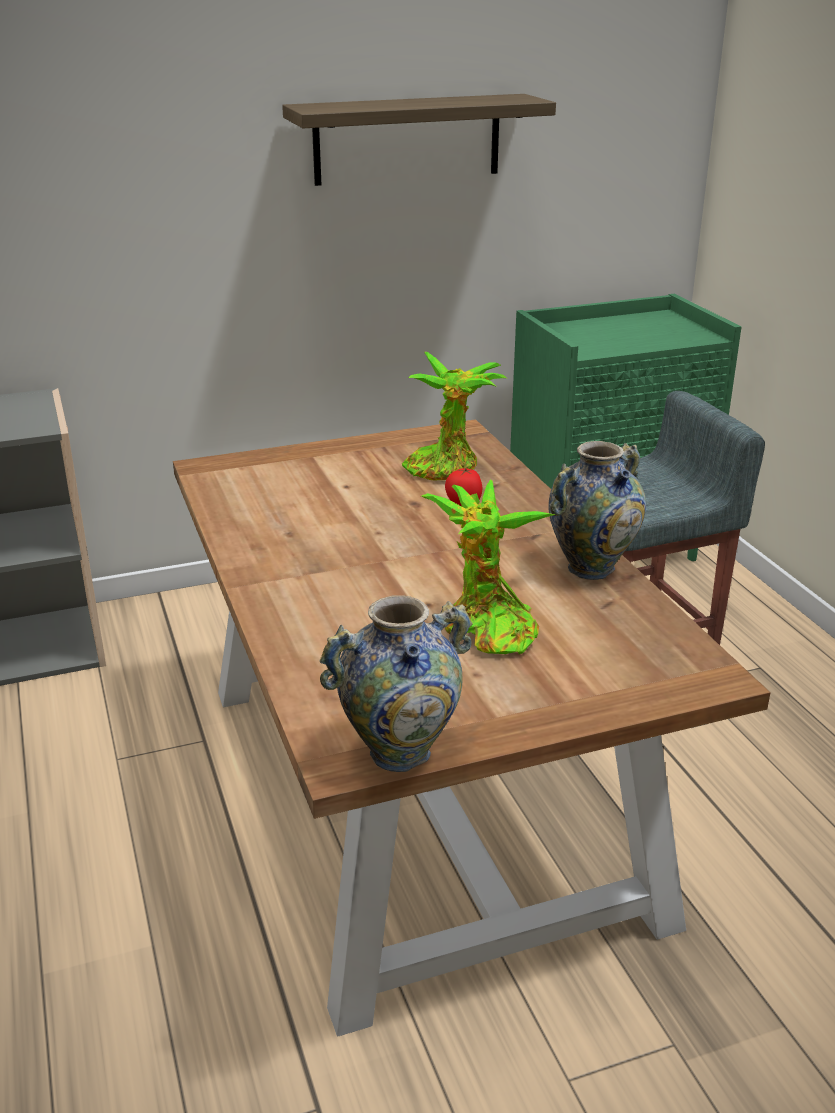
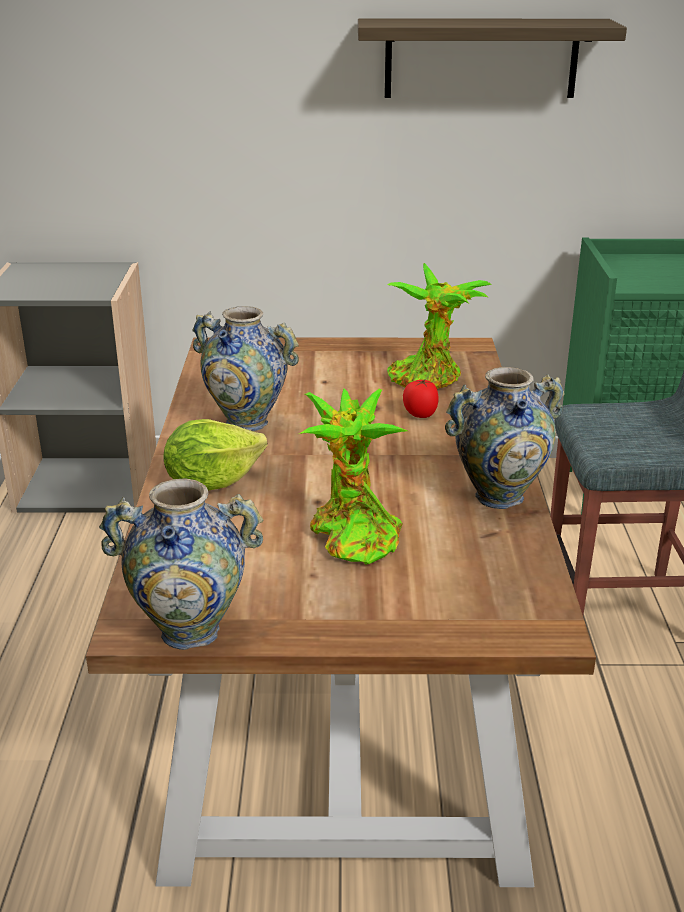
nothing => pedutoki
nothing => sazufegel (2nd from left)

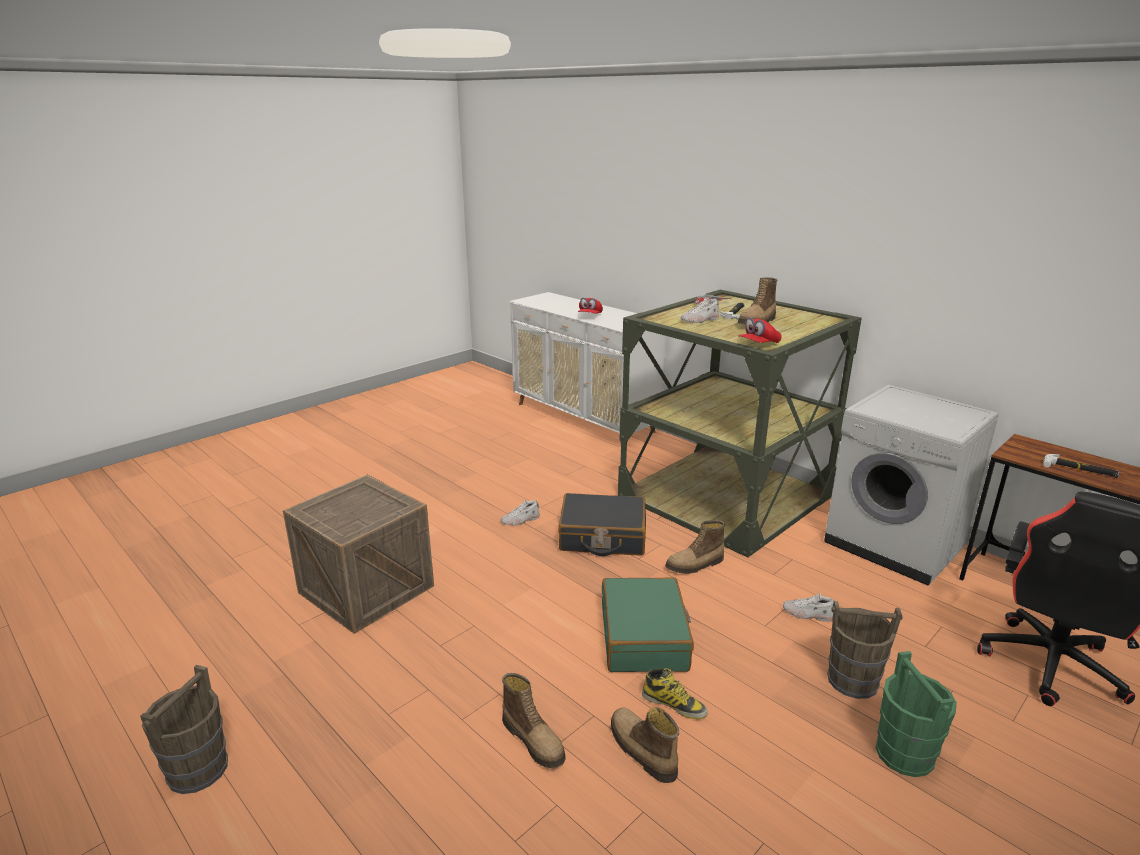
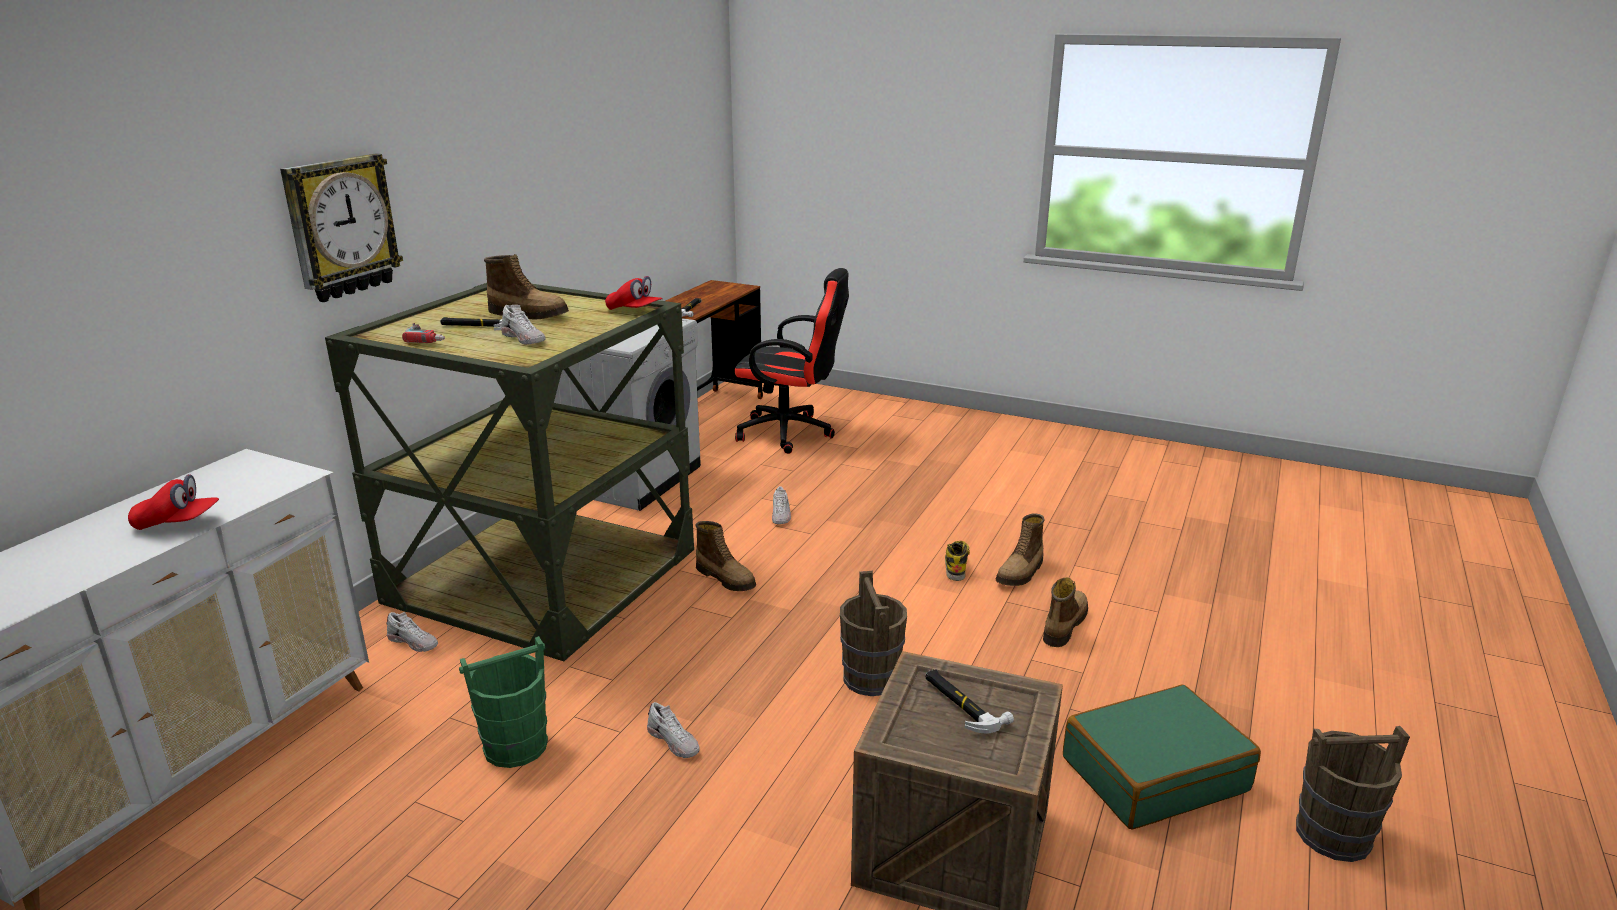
nothing => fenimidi
nothing => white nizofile (1st from left)
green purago, moved
brown purago (2nd from left in the first image) => brown purago (1st from left), moved
nothing => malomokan (3rd from left)
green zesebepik, moved
black zesebepik => nothing

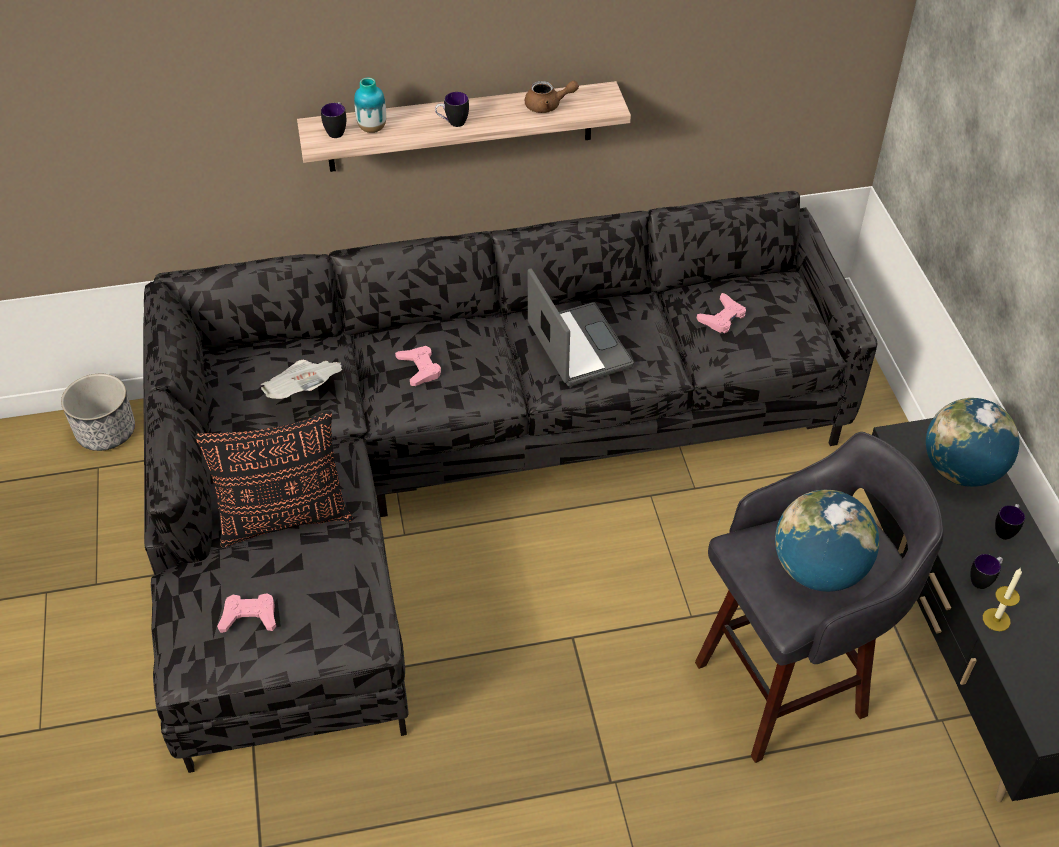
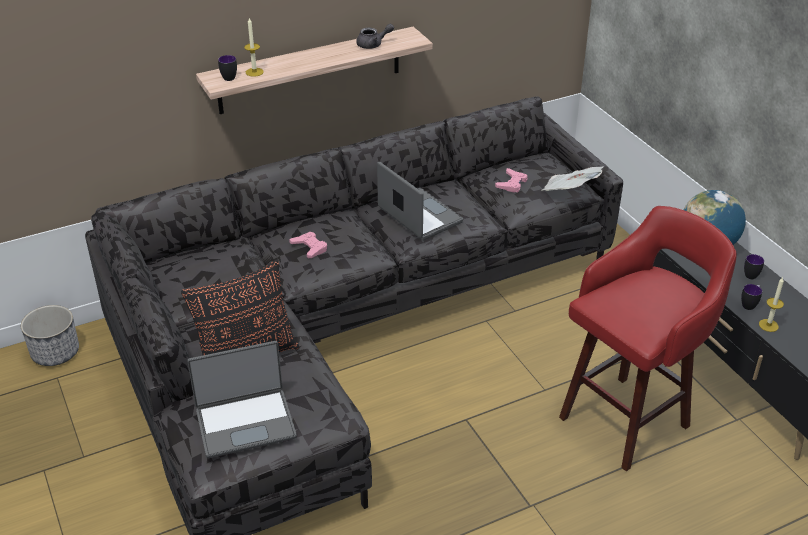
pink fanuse (1st from left) => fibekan (1st from left)
sazufegel => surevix (1st from left)
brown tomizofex => grey tomizofex
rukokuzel, moved
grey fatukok => red fatukok
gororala (2nd from left) => nothing
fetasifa (1st from left) => nothing

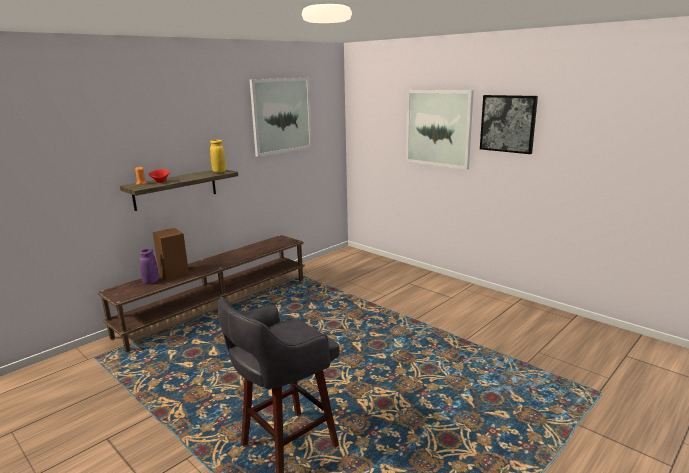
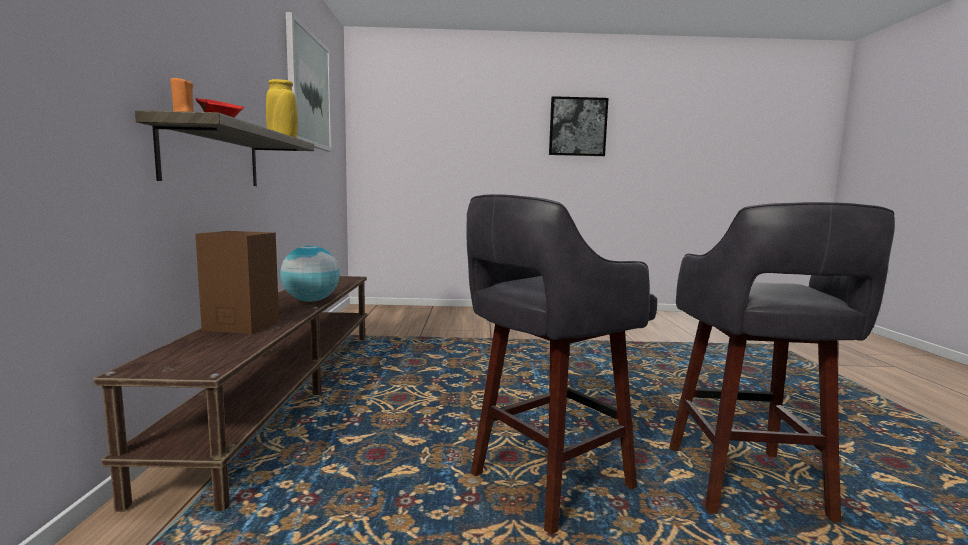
nothing => fetasifa
nothing => grey fatukok (1st from left)
purple sazufegel => nothing
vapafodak (2nd from left) => nothing

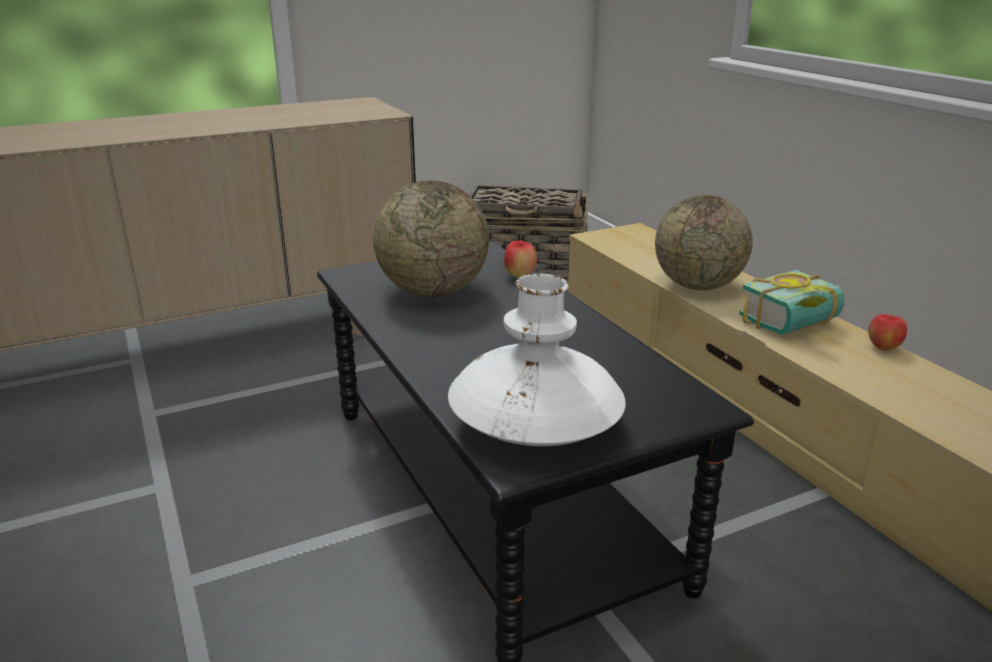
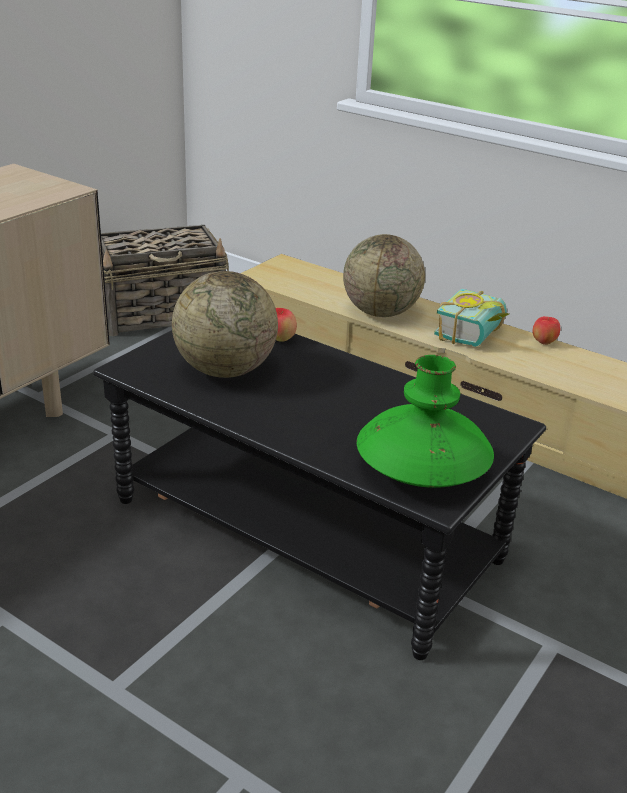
white sazufegel => green sazufegel

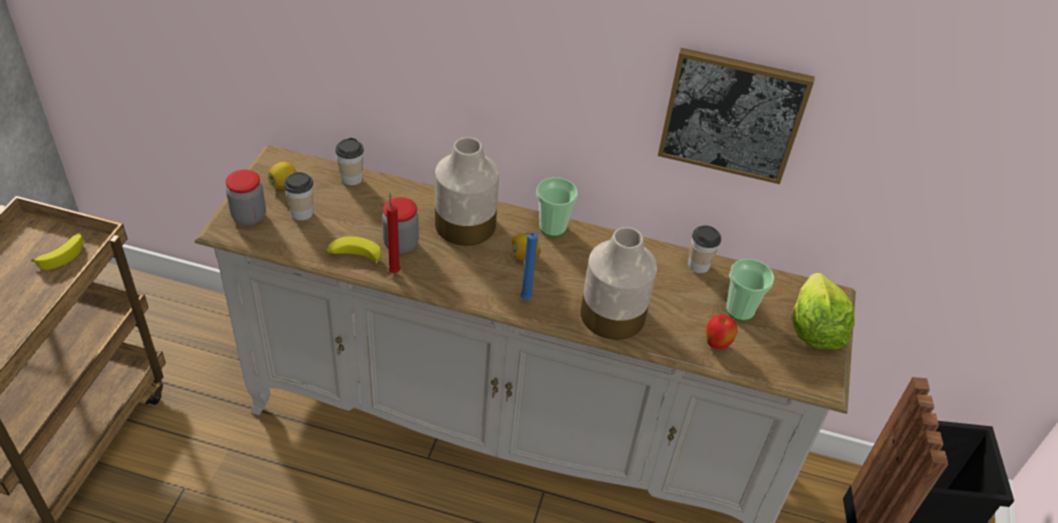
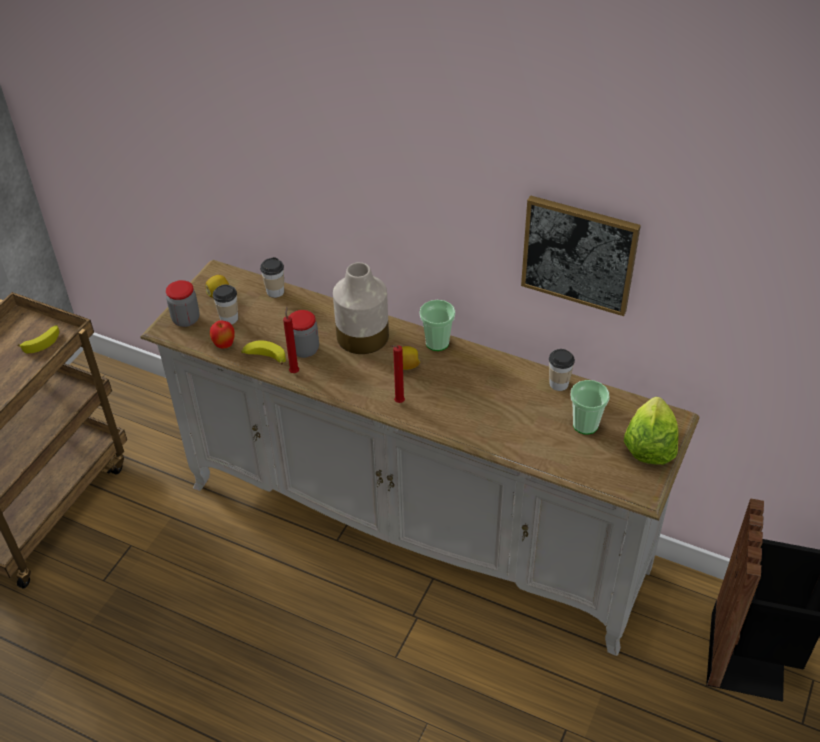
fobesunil, moved
blue surevix => red surevix (2nd from left)
beige sazufegel (2nd from left) => nothing

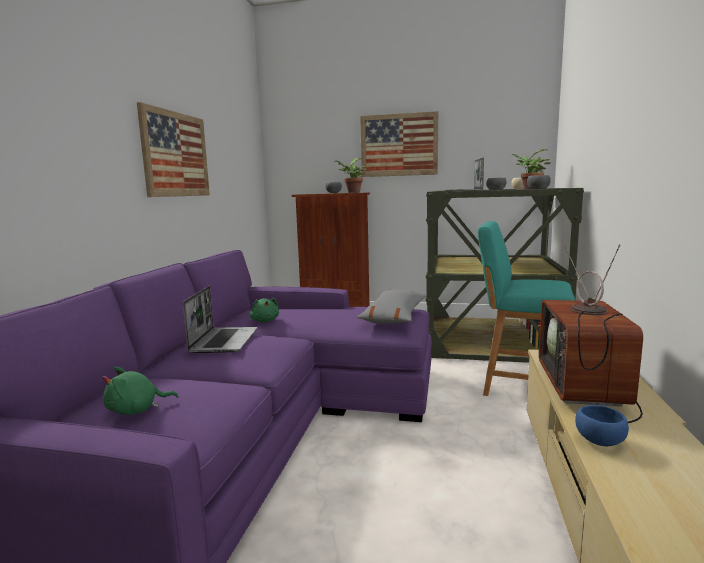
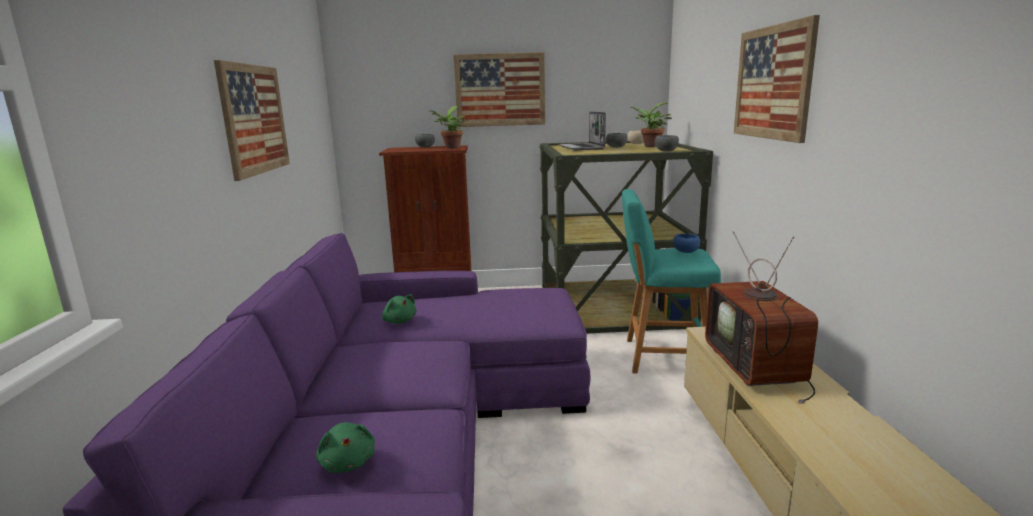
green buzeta (1st from left), 75 degrees counterclockwise
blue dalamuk, moved
nothing => vapafodak (3rd from left)
fibekan (1st from left) => nothing
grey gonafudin => nothing

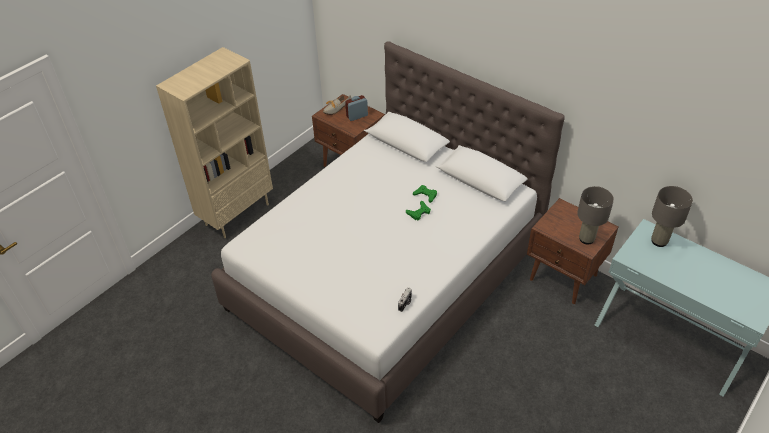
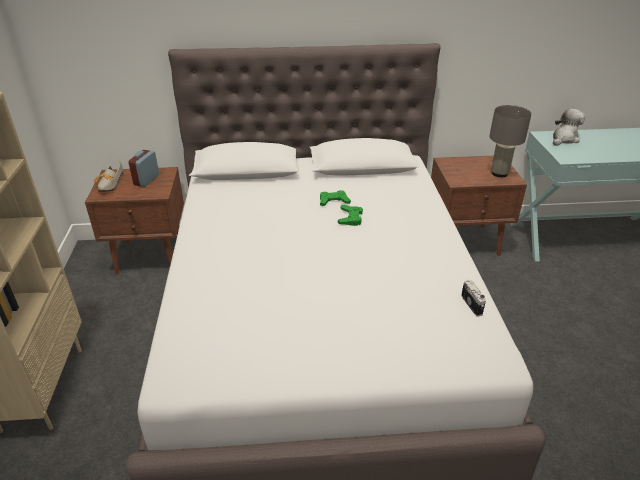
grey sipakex (2nd from left) => buzeta

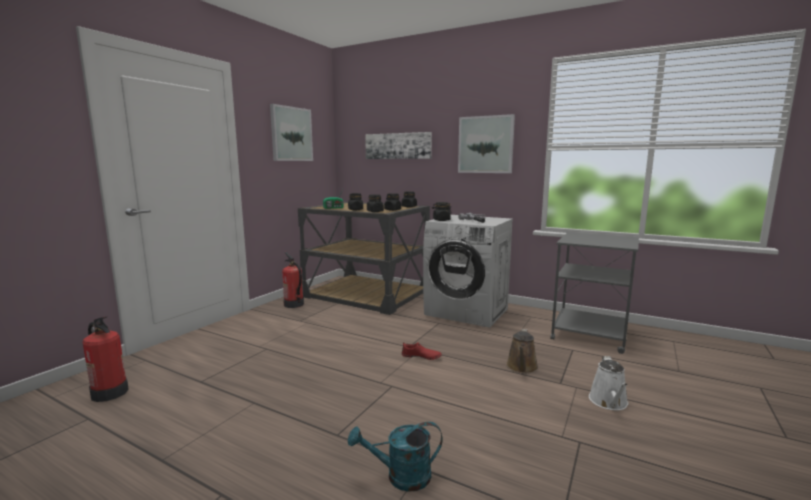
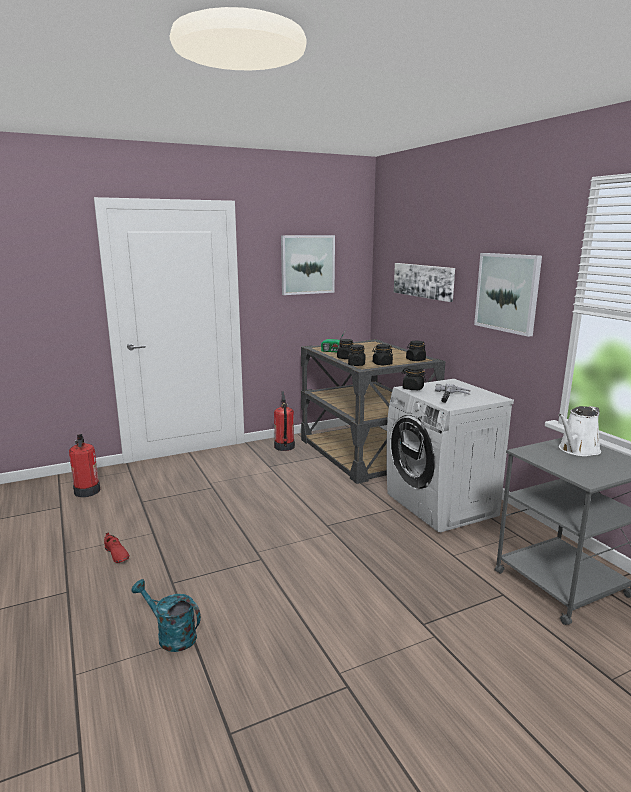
red nizofile, moved
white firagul, moved
brown firagul => nothing

